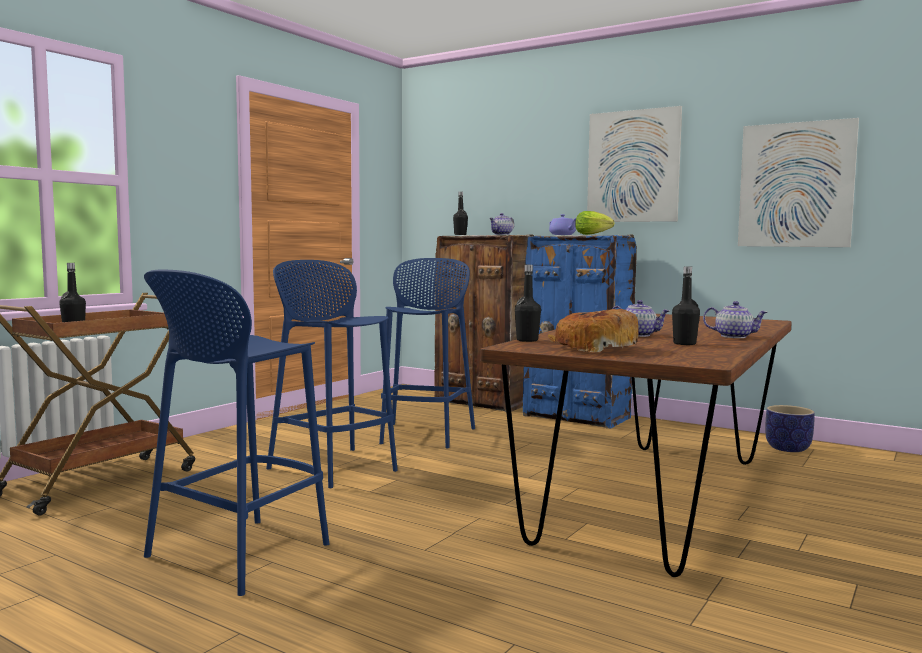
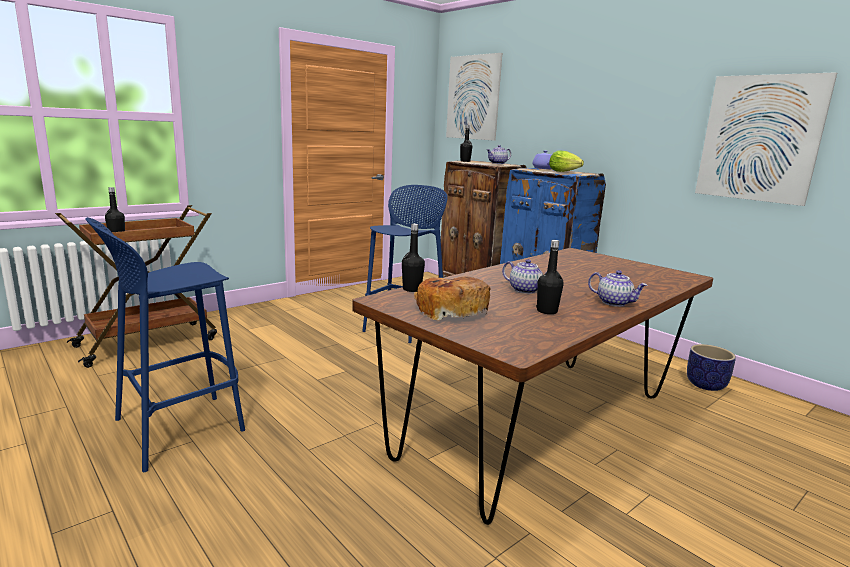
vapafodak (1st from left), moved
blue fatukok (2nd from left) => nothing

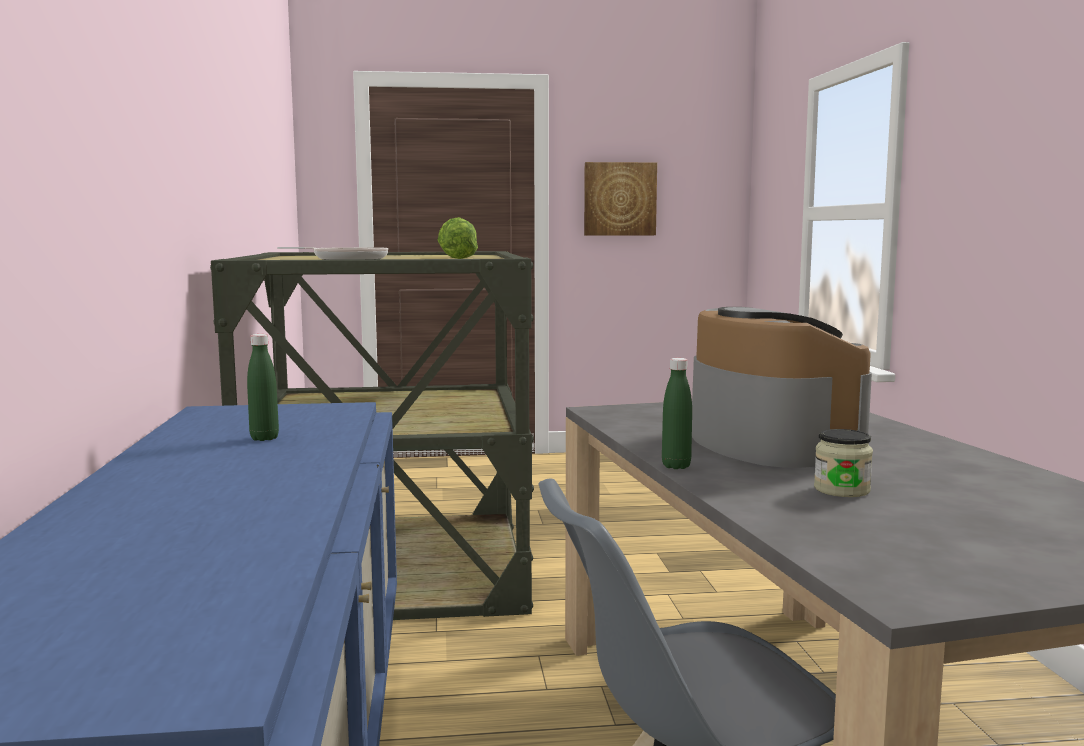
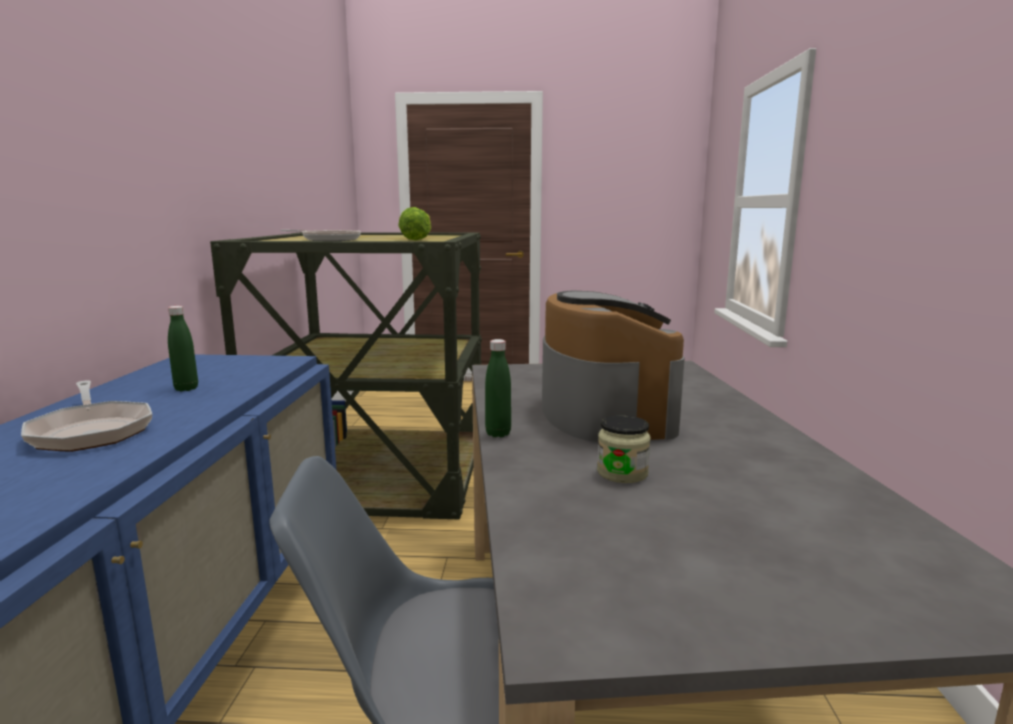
nothing => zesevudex (1st from left)
vapafodak => nothing

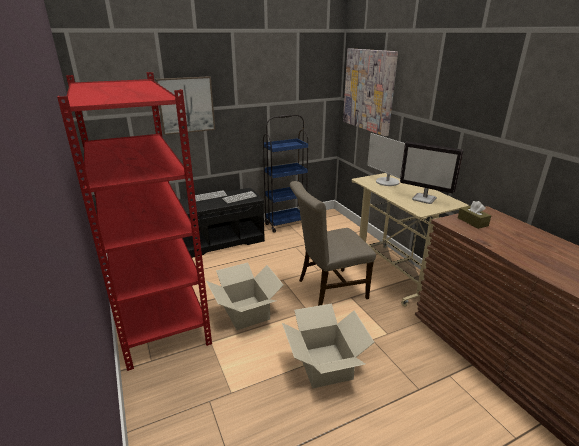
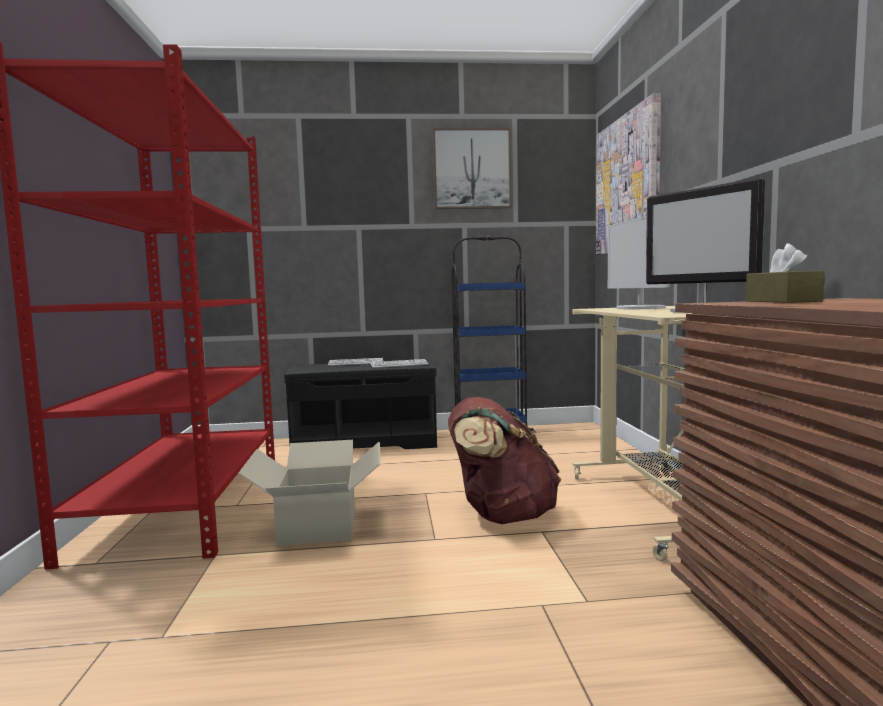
vapafodak (1st from left), moved
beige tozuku => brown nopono
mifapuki (2nd from left) => nothing

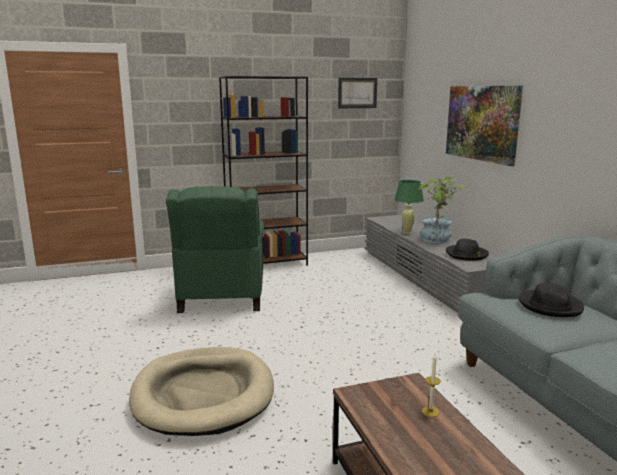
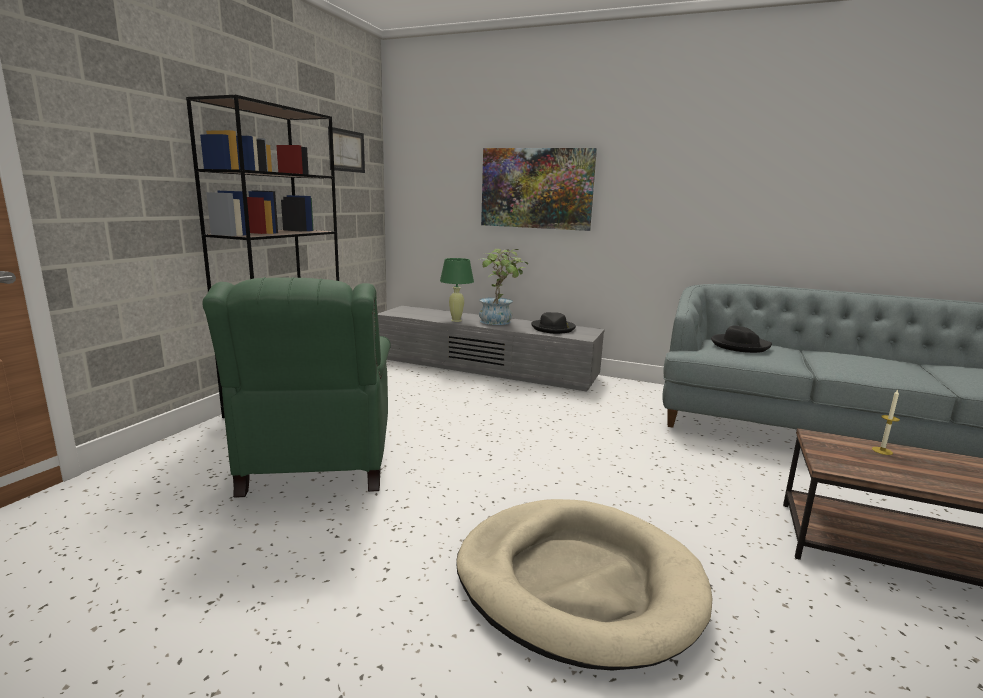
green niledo, 45 degrees clockwise

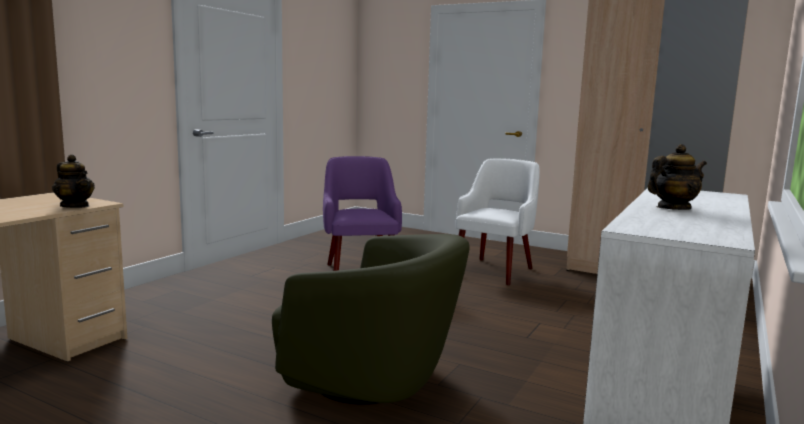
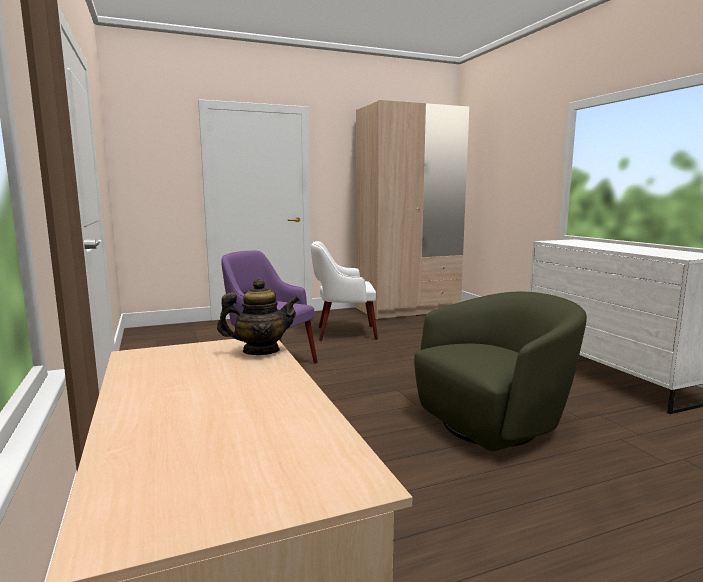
white niledo, 75 degrees counterclockwise
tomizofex (2nd from left) => nothing

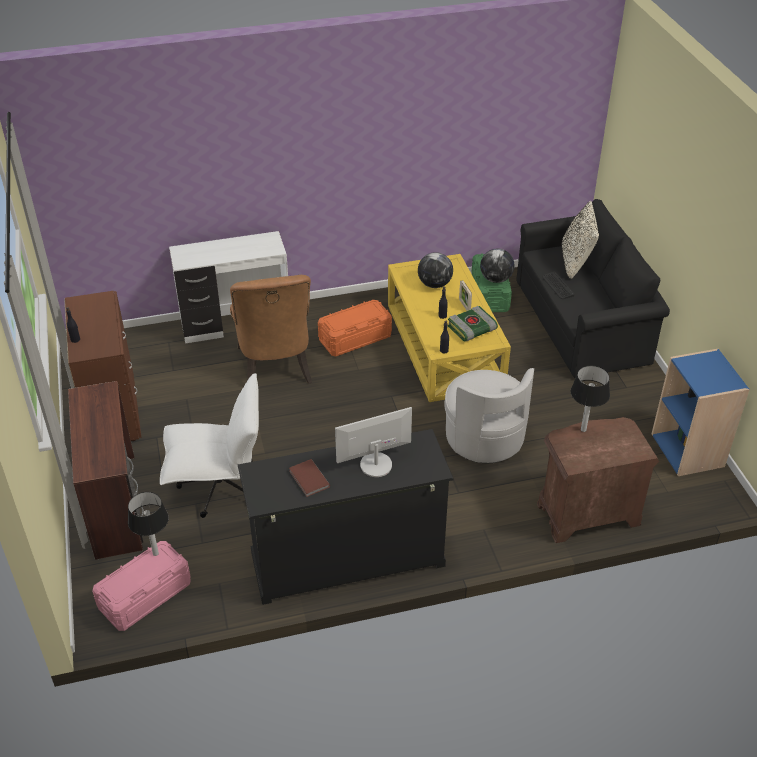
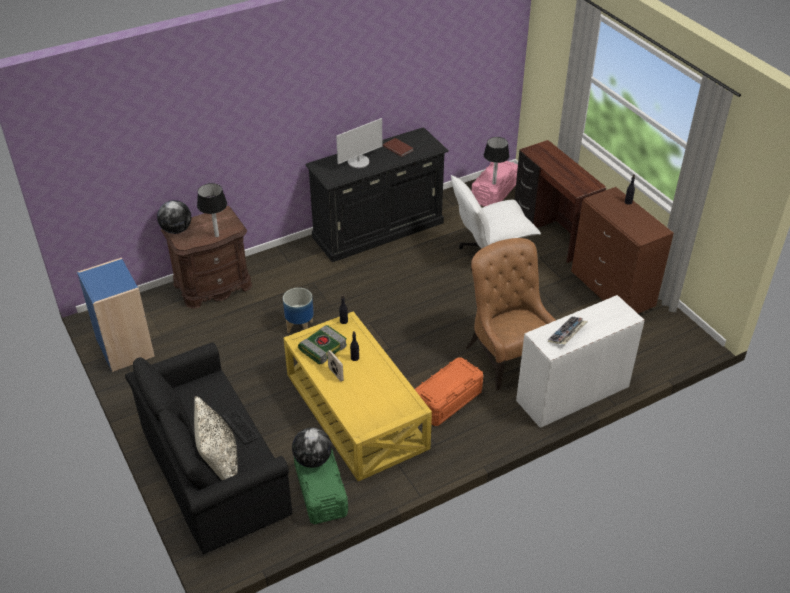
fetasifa (1st from left), moved
white niledo => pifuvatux
nothing => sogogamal (2nd from left)

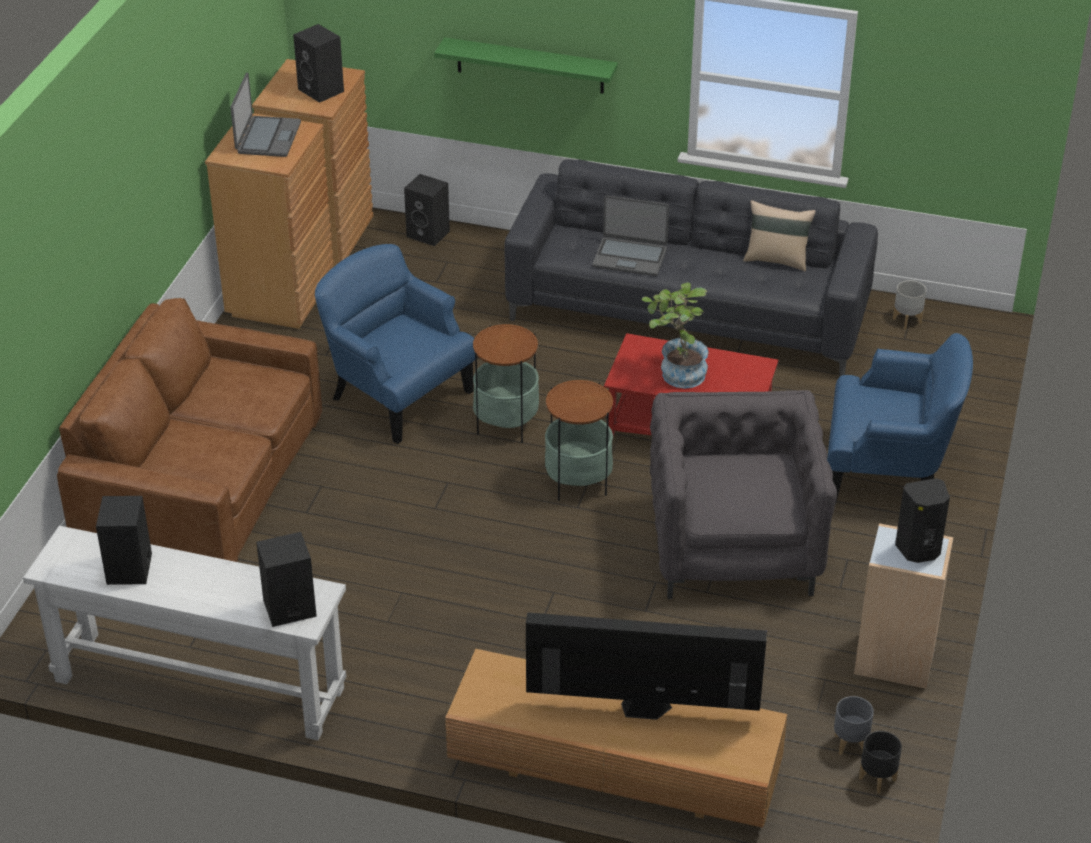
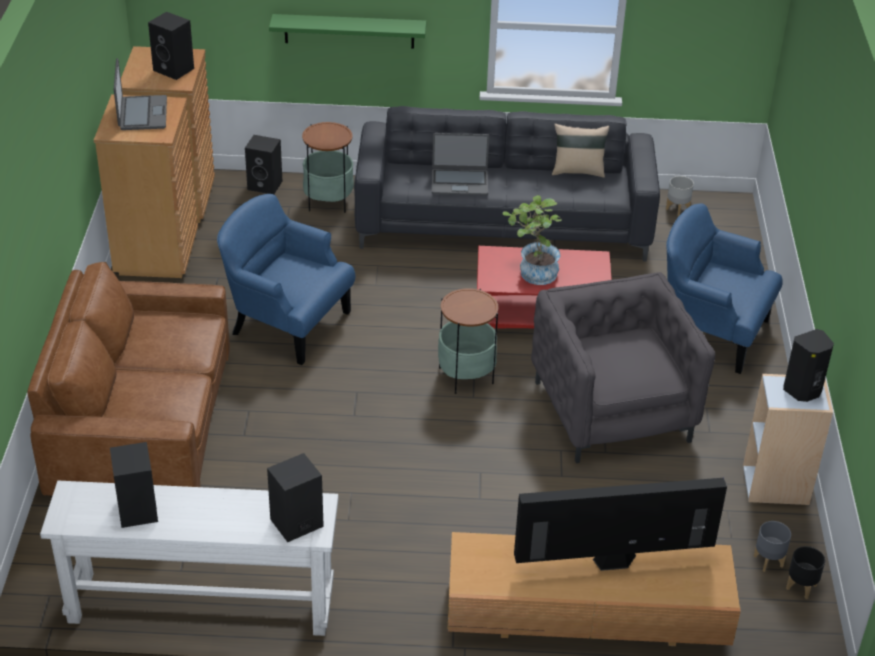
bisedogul (1st from left), moved
blue niledo (2nd from left), 150 degrees counterclockwise

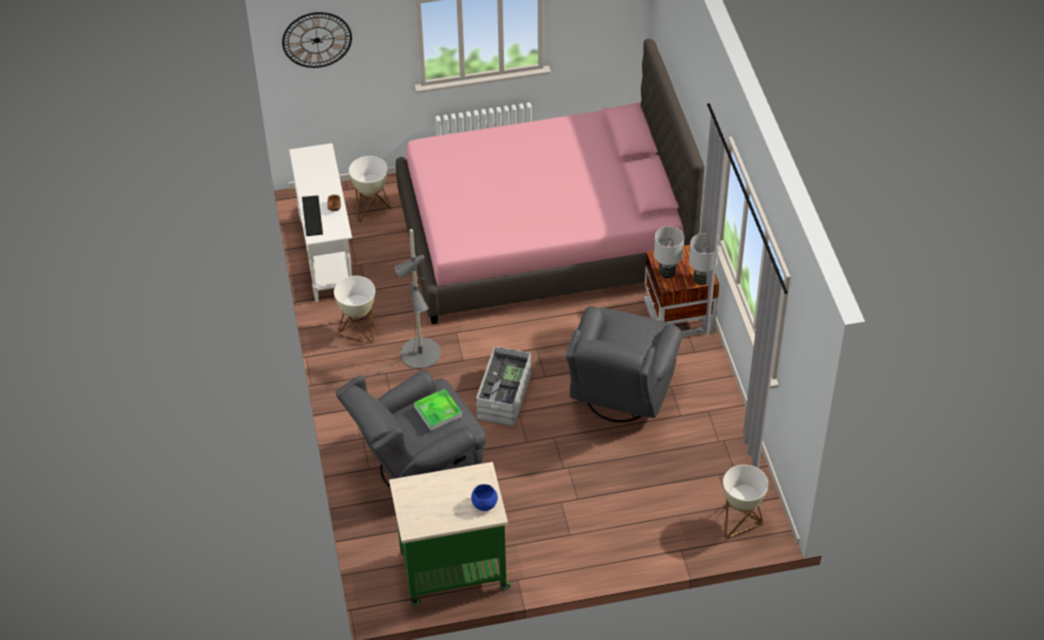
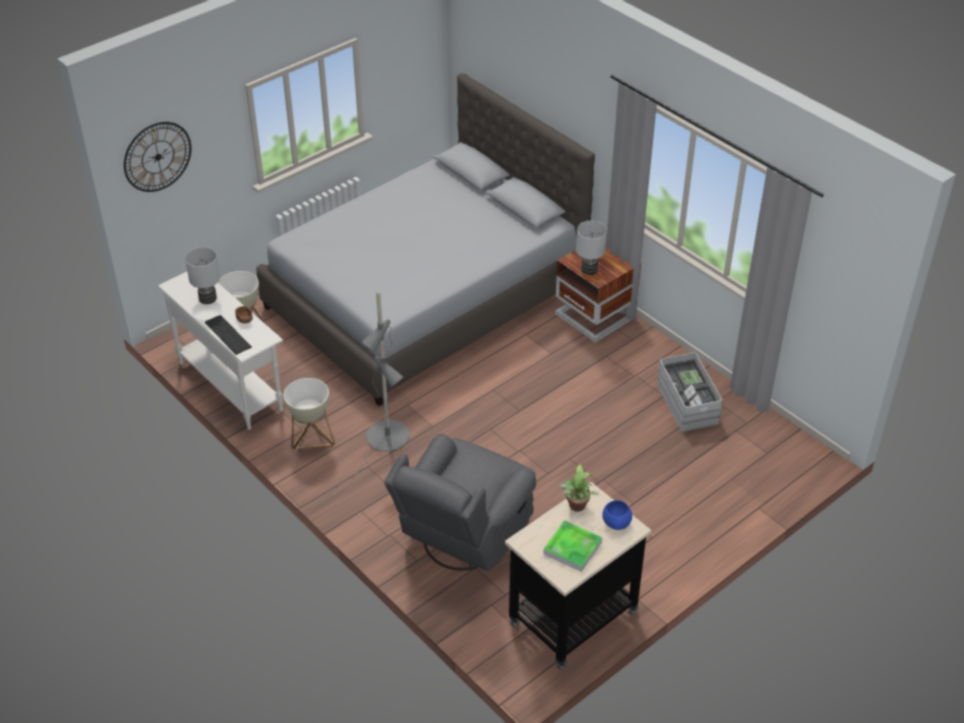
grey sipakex (2nd from left in the first image) => grey sipakex (1st from left), moved
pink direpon => grey direpon
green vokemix => black vokemix
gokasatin, moved
nothing => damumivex
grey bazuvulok, moved
grey niledo (2nd from left) => nothing
pifuvatux (3rd from left) => nothing

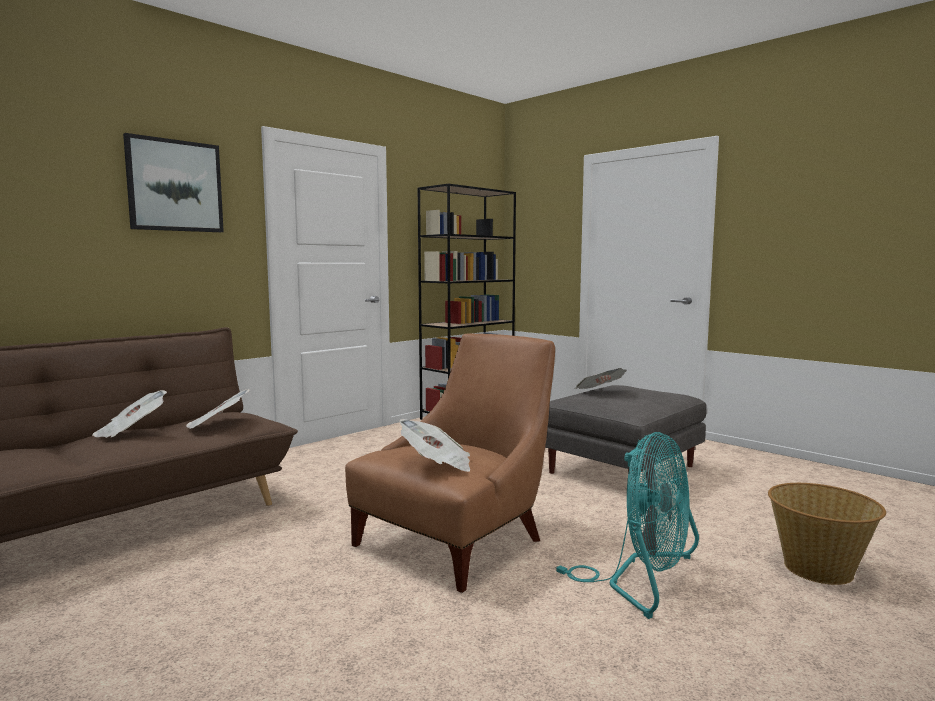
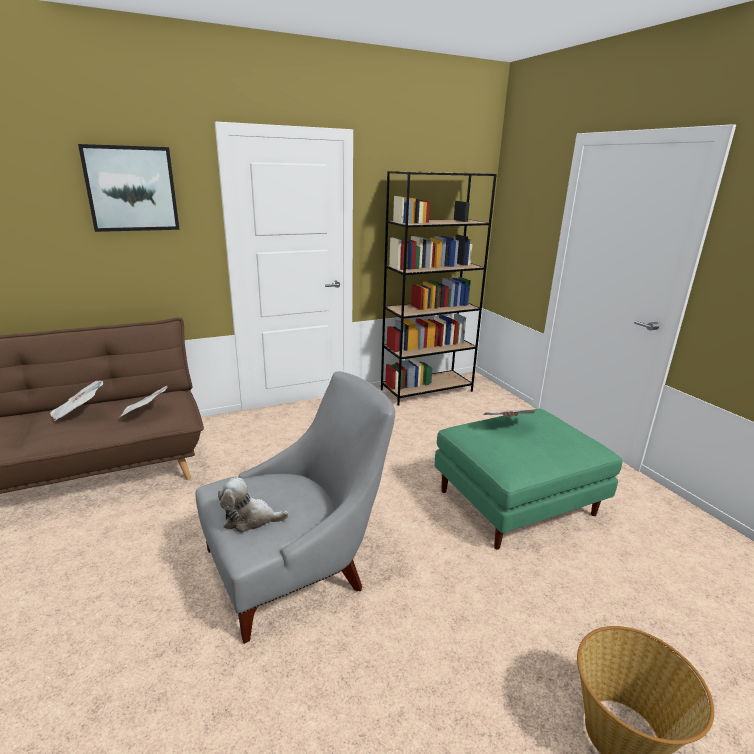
brown niledo => grey niledo
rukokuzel (3rd from left) => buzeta
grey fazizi => green fazizi
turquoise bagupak => nothing

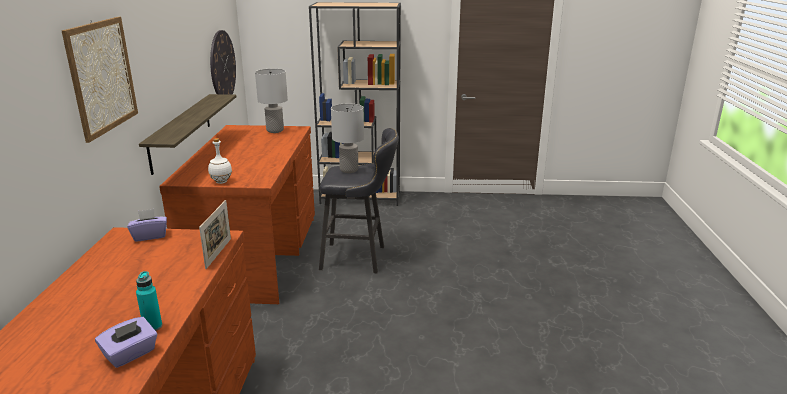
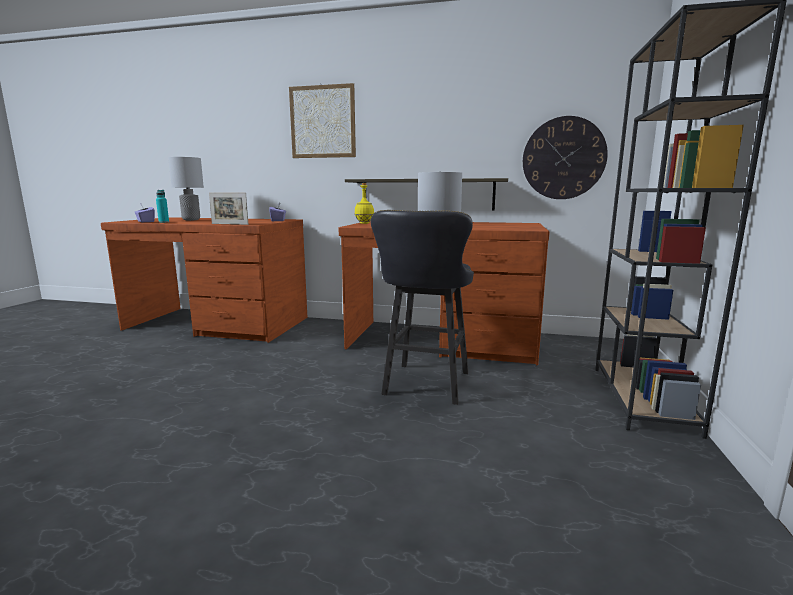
grey sipakex (1st from left), moved
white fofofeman => yellow fofofeman

